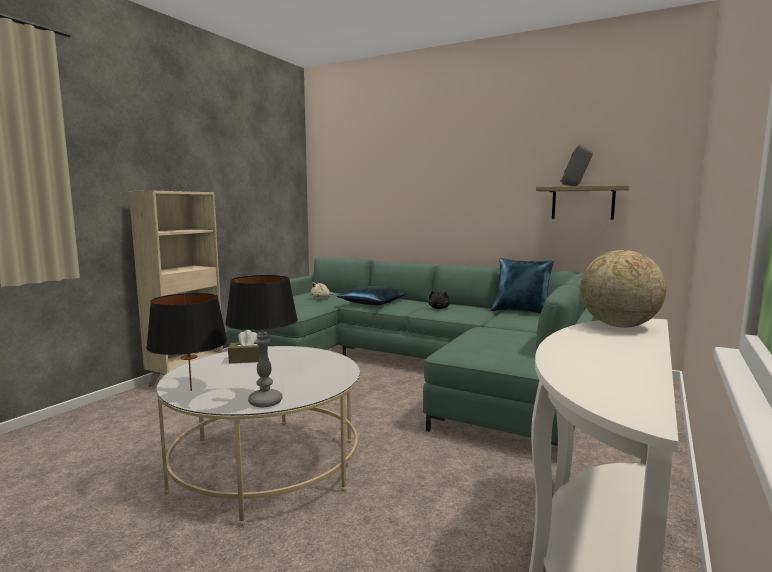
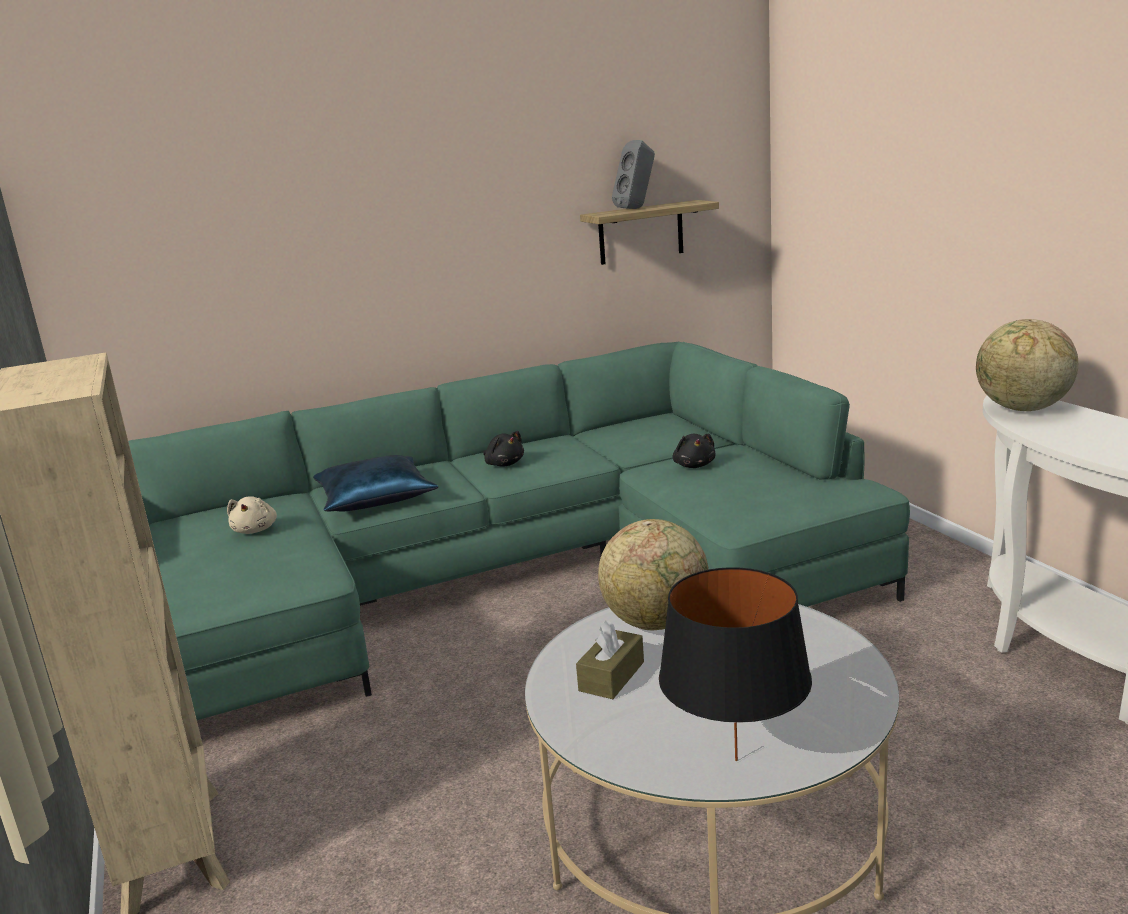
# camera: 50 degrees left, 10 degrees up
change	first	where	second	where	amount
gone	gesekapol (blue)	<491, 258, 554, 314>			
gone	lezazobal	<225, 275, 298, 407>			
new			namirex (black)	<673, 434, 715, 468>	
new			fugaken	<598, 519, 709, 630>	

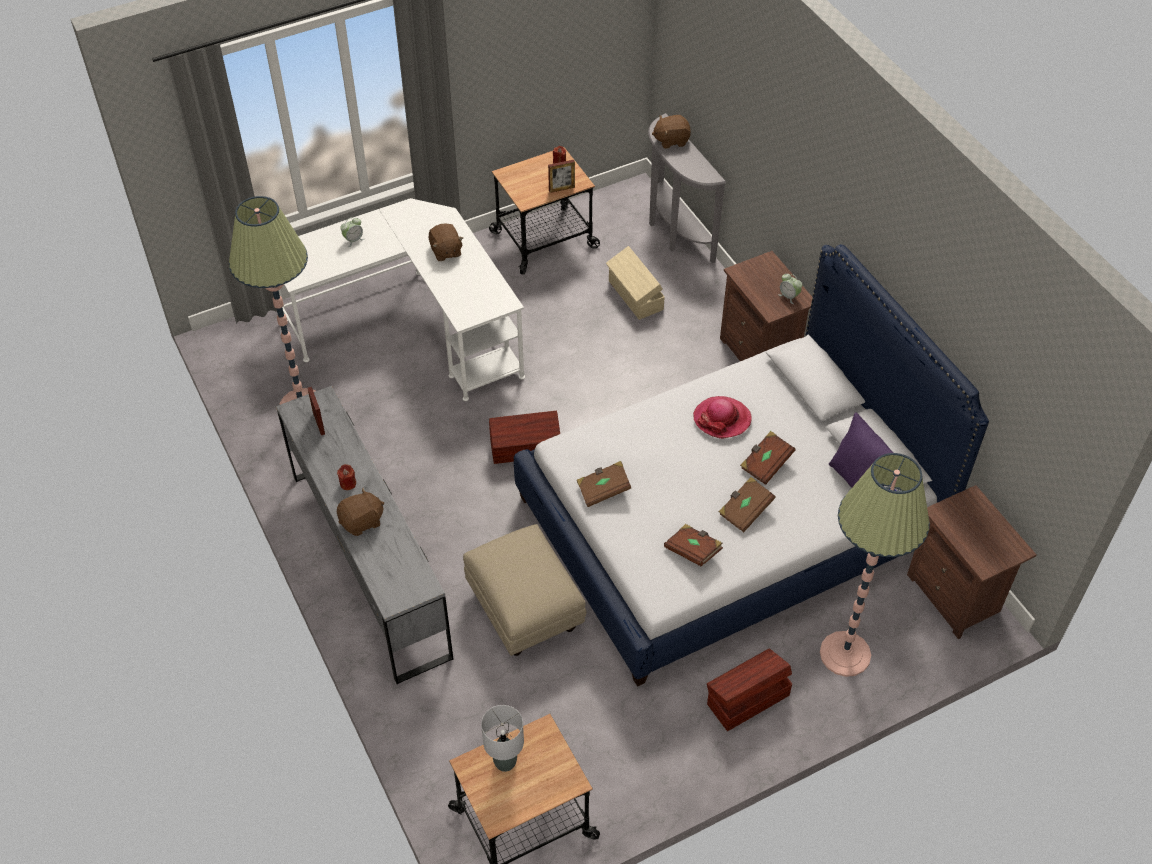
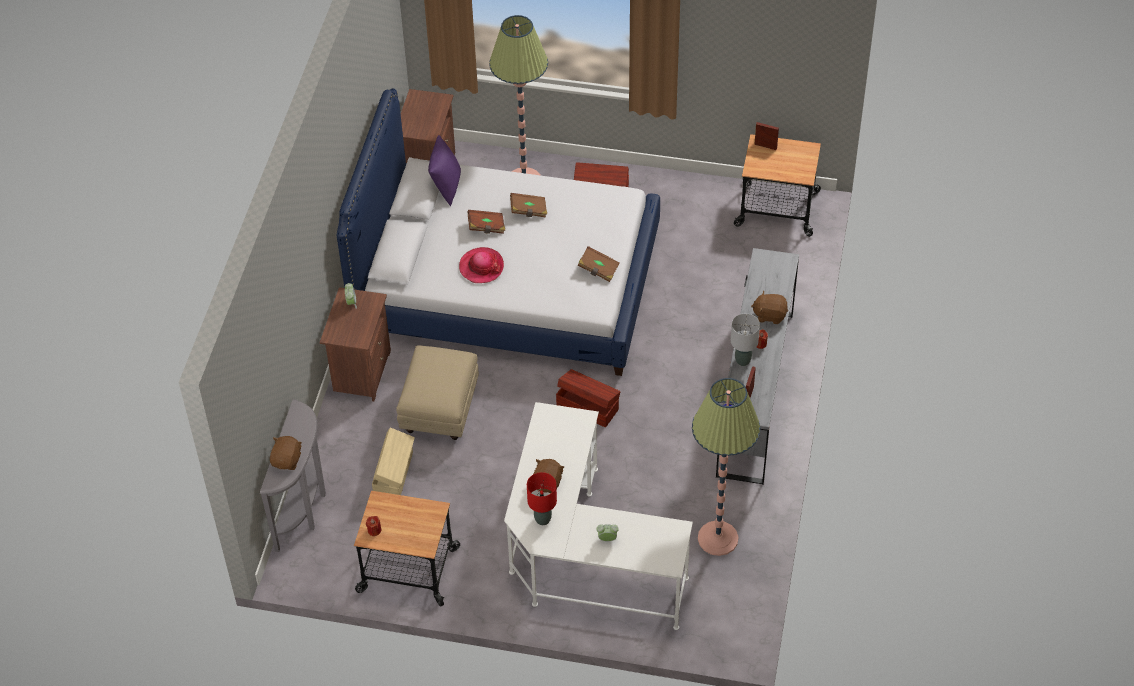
# camera: 140 degrees left, 0 degrees up
change	first	where	second	where	amount
rotated	namirex (brown)	<652, 115, 691, 149>		<270, 436, 302, 470>	105 degrees counterclockwise
shifted	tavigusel	<548, 160, 575, 193>		<754, 122, 779, 150>	
shifted	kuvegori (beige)	<463, 524, 587, 656>		<396, 345, 479, 440>	
gone	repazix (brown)	<664, 524, 723, 567>			
shifted	lezazobal (grey)	<481, 705, 524, 772>		<731, 314, 760, 366>	
new			lezazobal (red)	<527, 472, 557, 525>	

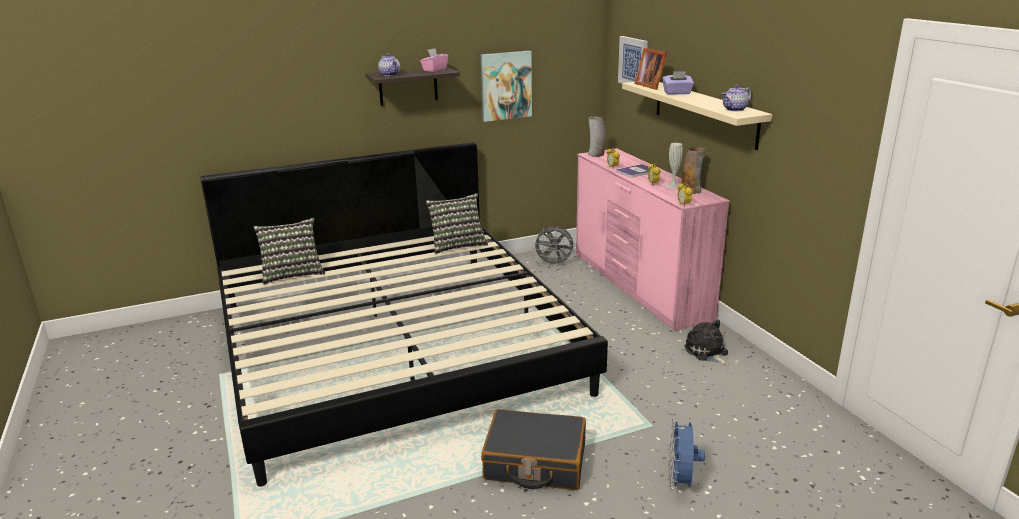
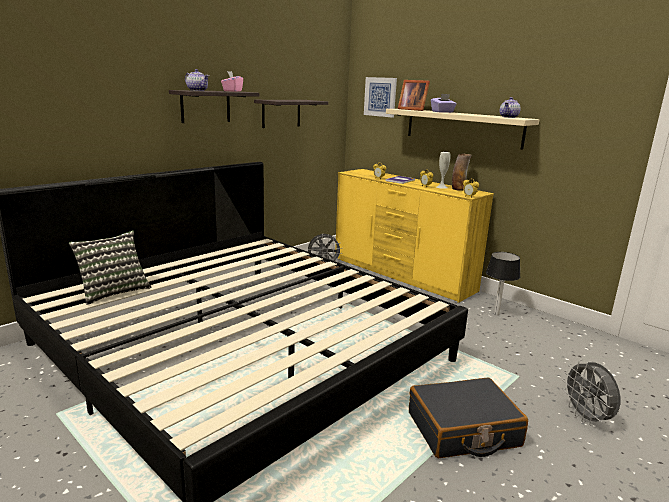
# camera: 25 degrees left, 5 degrees down
change	first	where	second	where	amount
swapped	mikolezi	<481, 51, 532, 122>	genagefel	<254, 100, 328, 128>	
gone	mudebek	<588, 116, 606, 157>			
repainted	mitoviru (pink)	<576, 148, 730, 331>	mitoviru (yellow)	<335, 169, 494, 303>	
gone	gesekapol	<426, 193, 488, 254>			
swapped	namirex	<685, 319, 729, 365>	lezazobal	<486, 252, 520, 315>	
repainted	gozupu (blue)	<668, 417, 705, 490>	gozupu (grey)	<562, 360, 620, 426>	

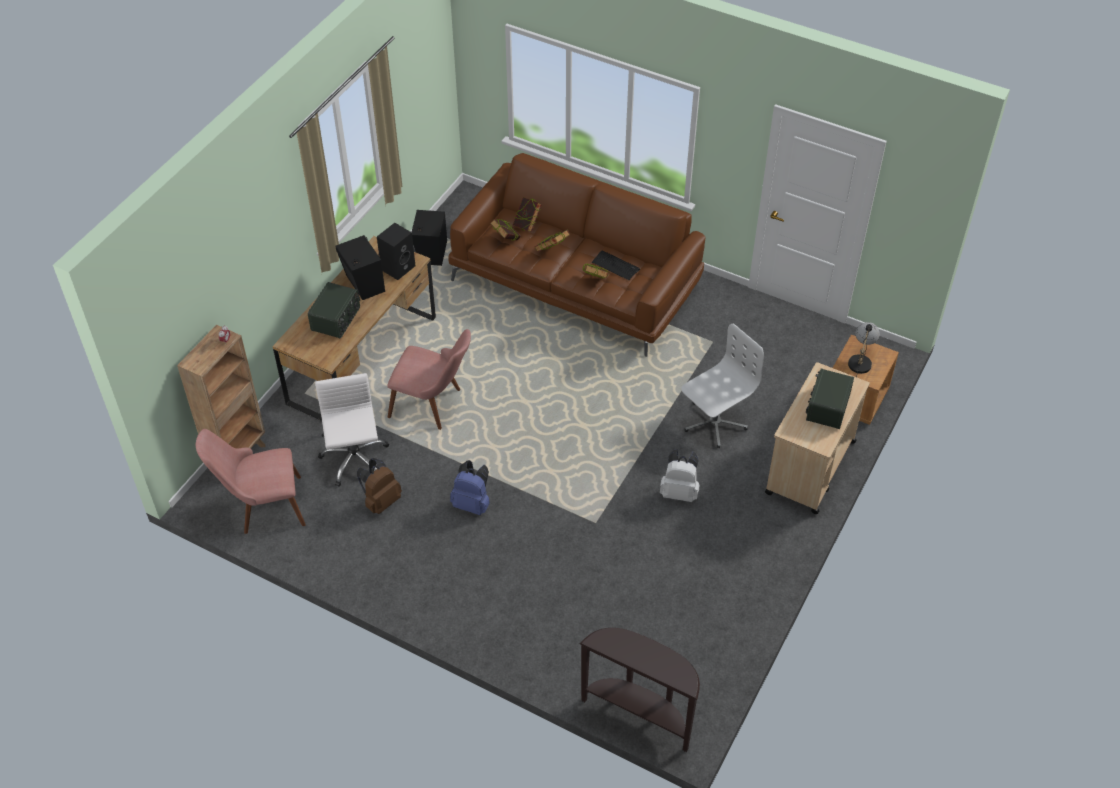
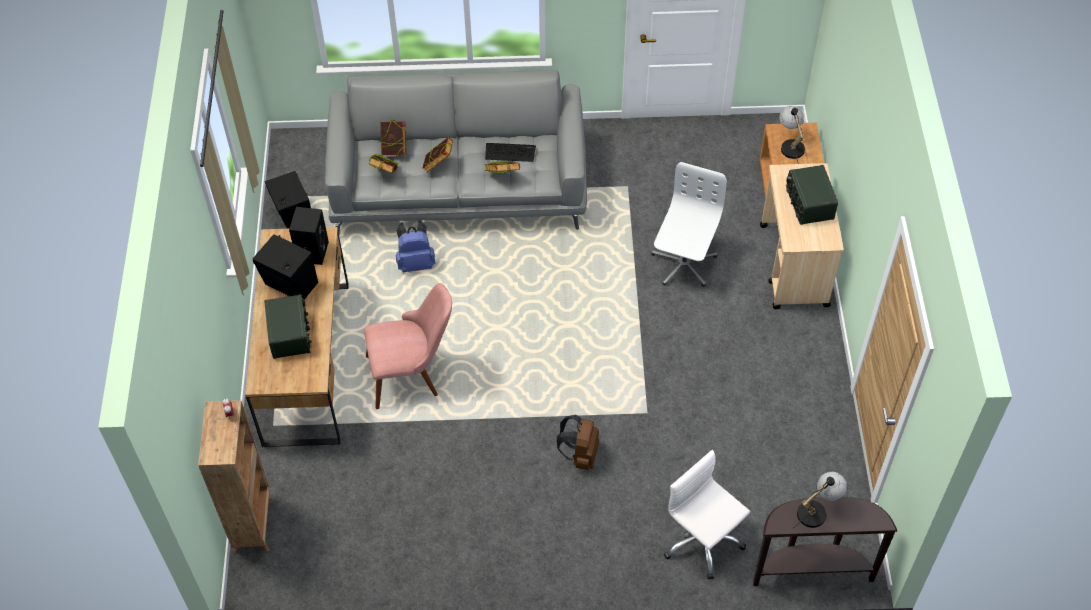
# camera: 30 degrees left, 5 degrees up
change	first	where	second	where	amount
repainted	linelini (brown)	<448, 153, 706, 357>	linelini (grey)	<325, 70, 587, 233>	
shifted	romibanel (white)	<315, 373, 389, 487>		<664, 450, 750, 580>	
gone	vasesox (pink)	<196, 429, 306, 534>			
gone	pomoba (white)	<660, 449, 699, 502>			
shifted	pomoba (brown)	<357, 458, 402, 514>		<557, 415, 599, 470>	
shifted	pomoba (blue)	<450, 460, 490, 515>		<396, 220, 435, 272>	
new			lezazobal	<792, 472, 847, 529>	

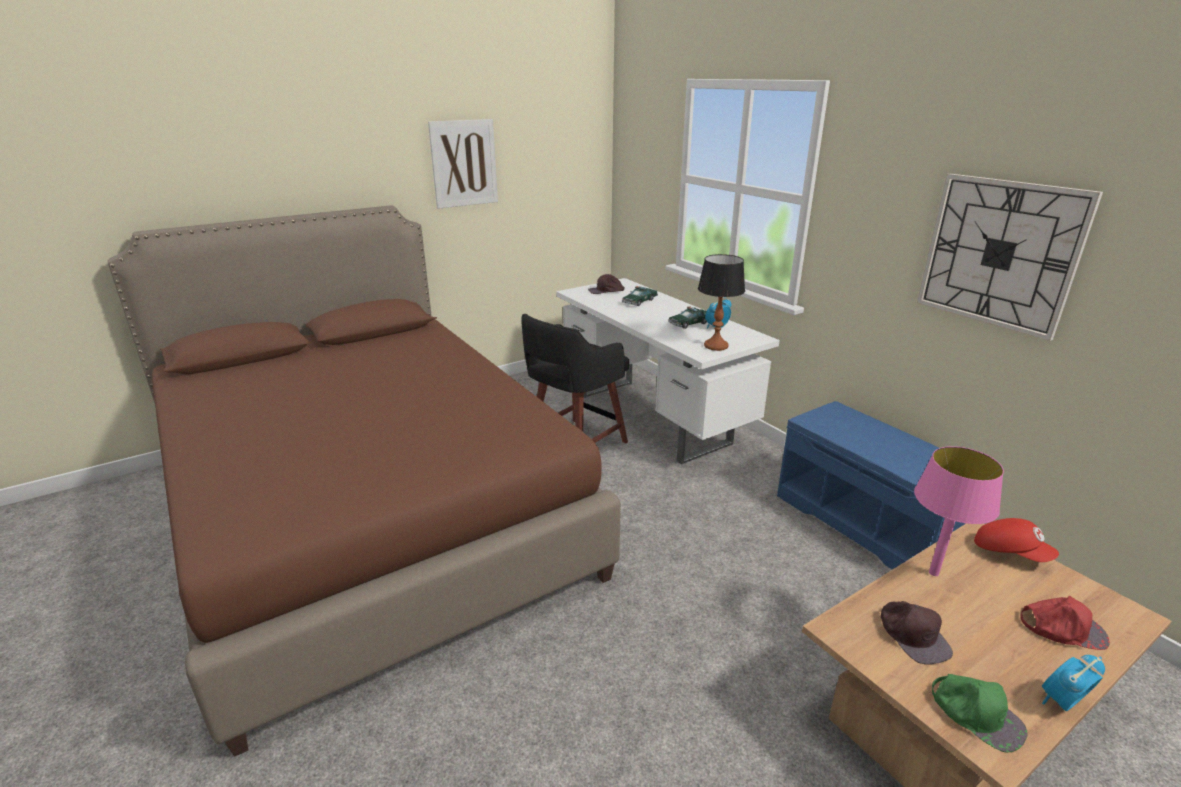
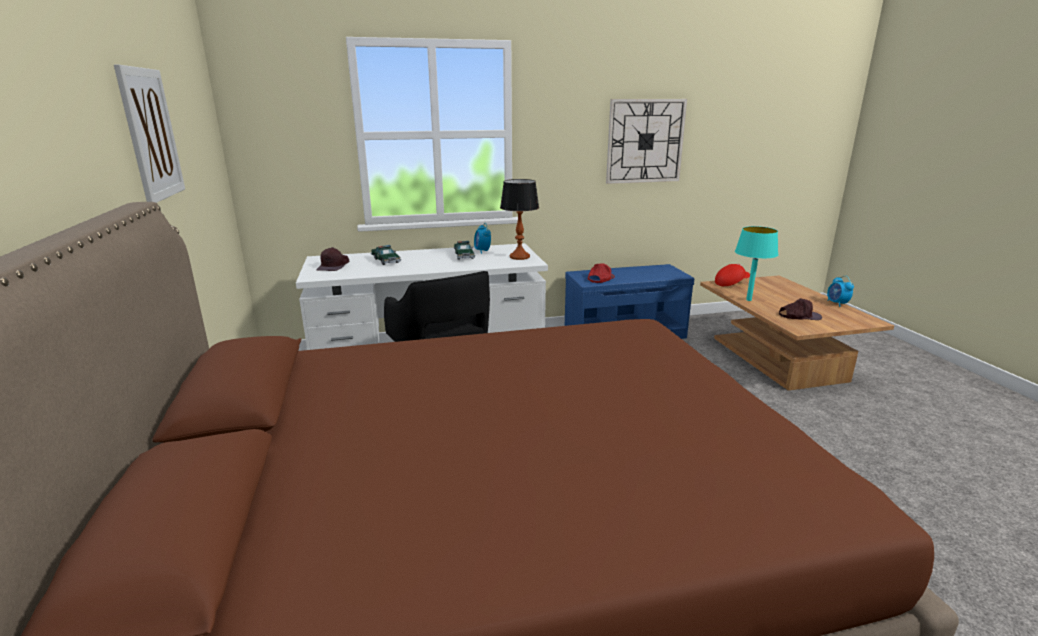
# camera: 70 degrees left, 5 degrees down
change	first	where	second	where	amount
repainted	lezazobal (pink)	<914, 446, 1004, 576>	lezazobal (turquoise)	<735, 226, 778, 301>	
shifted	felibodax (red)	<1021, 596, 1110, 650>		<588, 264, 615, 283>	
gone	felibodax (green)	<932, 674, 1027, 753>			

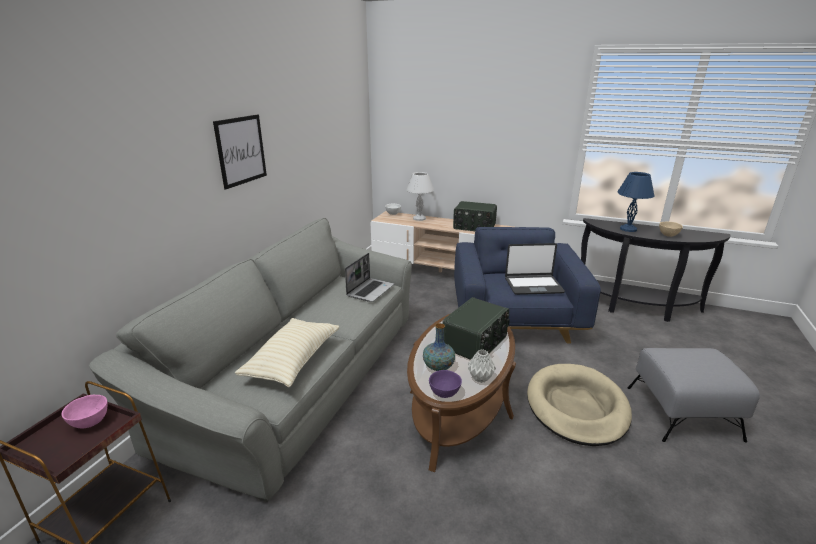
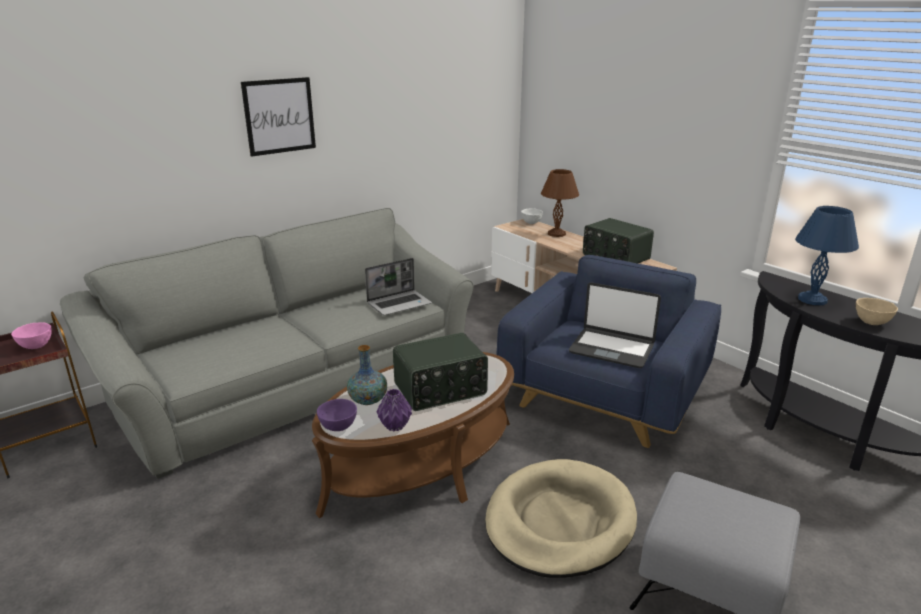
# camera: 30 degrees right, 0 degrees up
change	first	where	second	where	amount
repainted	lezazobal (white)	<406, 172, 434, 221>	lezazobal (brown)	<541, 169, 579, 237>	
gone	gesekapol (beige)	<235, 318, 339, 387>			
repainted	mudebek (grey)	<468, 350, 496, 383>	mudebek (purple)	<376, 389, 412, 431>	

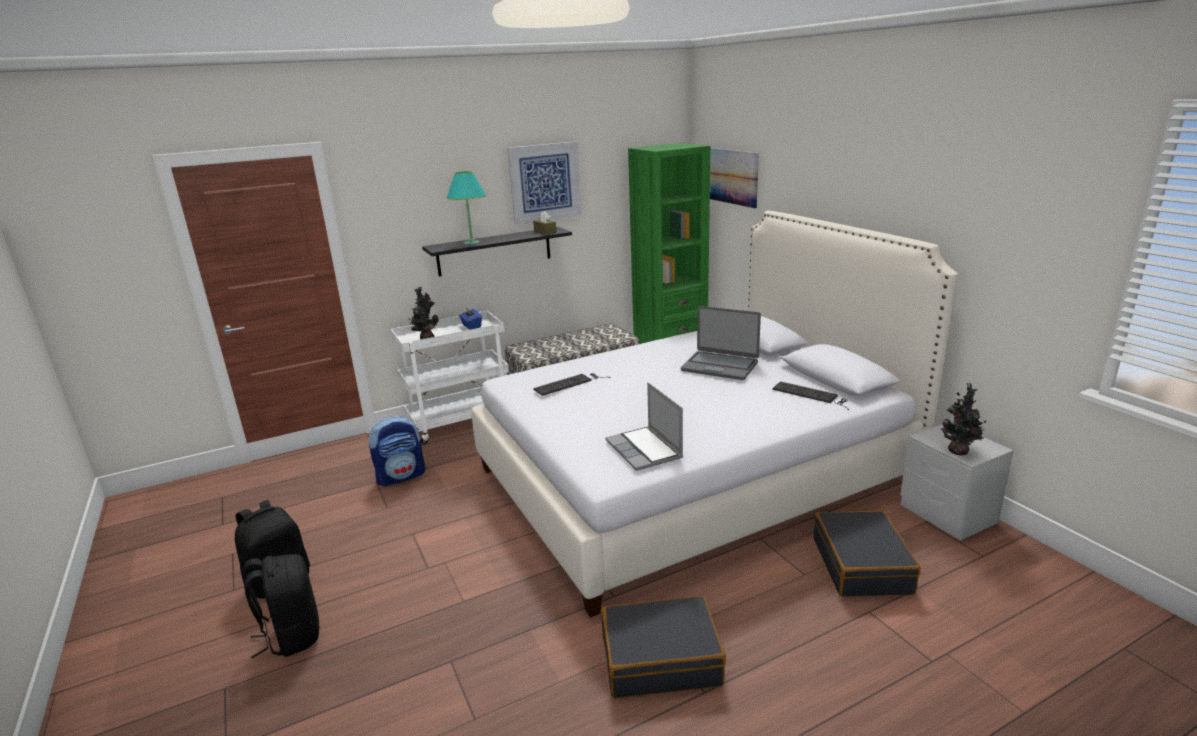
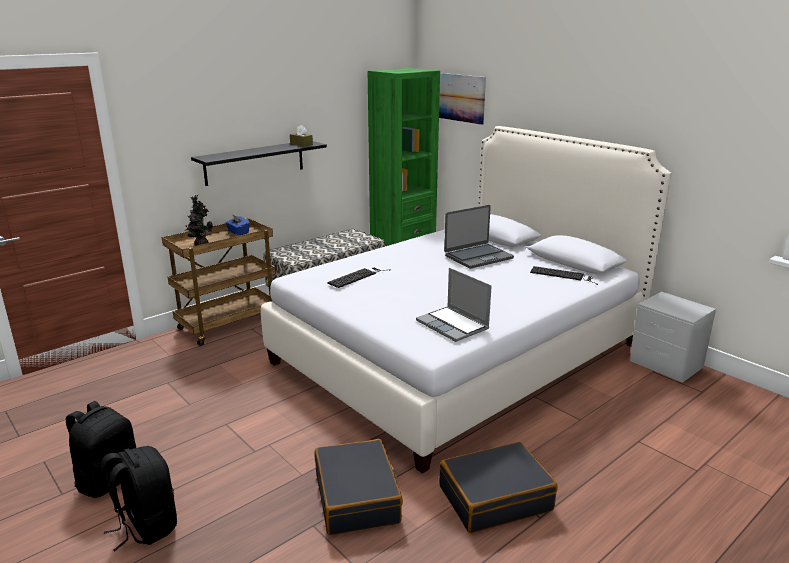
# camera: 15 degrees left, 0 degrees up
change	first	where	second	where	amount
gone	mikolezi	<507, 141, 581, 224>			
gone	lezazobal (turquoise)	<447, 171, 486, 244>			
rotated	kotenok	<681, 306, 761, 380>		<444, 205, 514, 269>	45 degrees counterclockwise
repainted	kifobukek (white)	<390, 311, 509, 445>	kifobukek (brown)	<162, 218, 276, 346>	
gone	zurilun	<941, 383, 986, 455>			
gone	pomoba	<369, 416, 425, 486>			
shifted	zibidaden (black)	<813, 510, 921, 597>		<314, 439, 403, 535>	

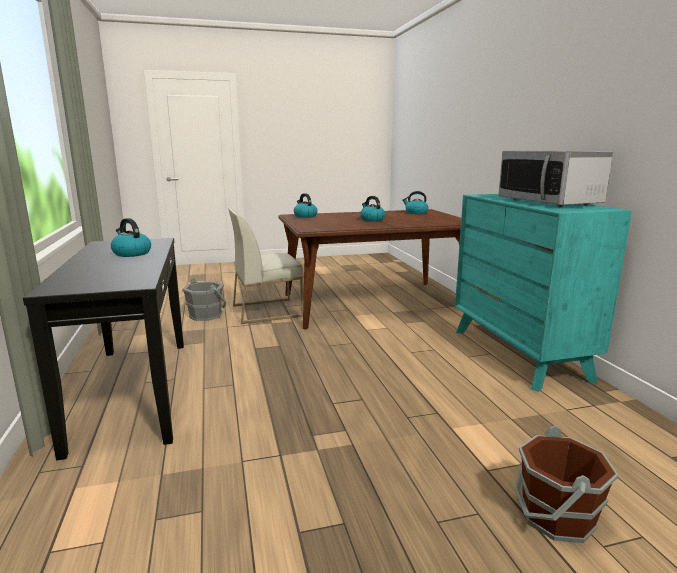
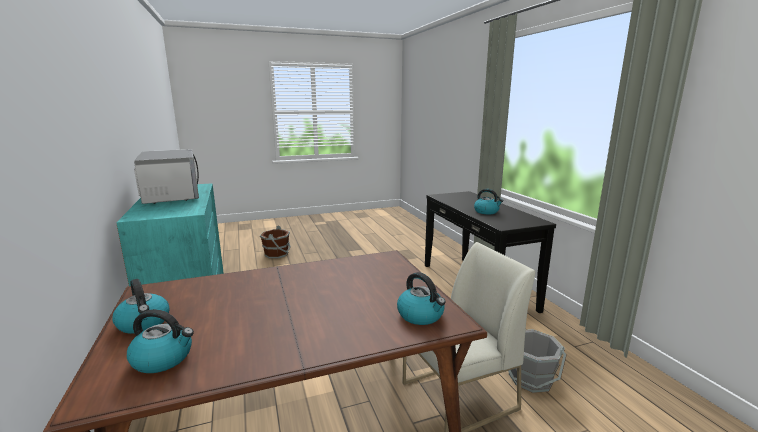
# camera: 175 degrees right, 0 degrees up
change	first	where	second	where	amount
shifted	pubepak	<360, 196, 385, 222>		<112, 279, 169, 334>	

